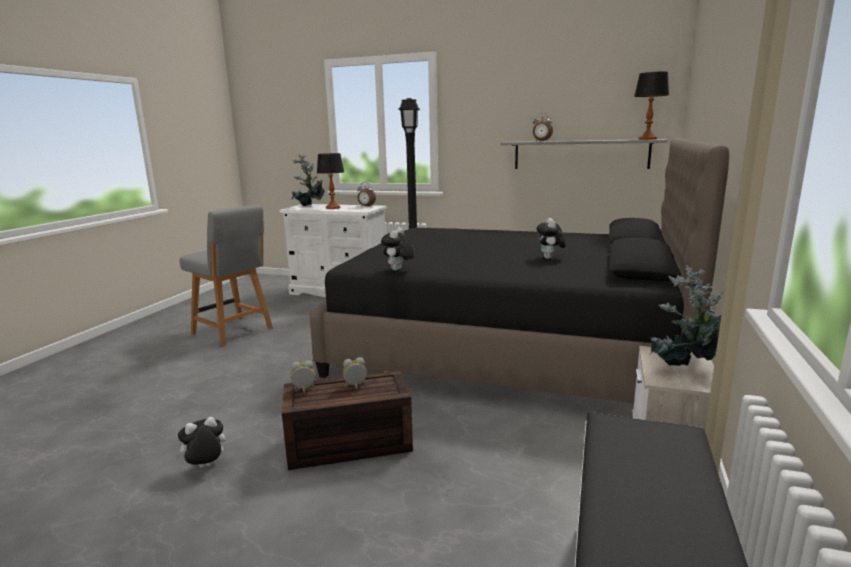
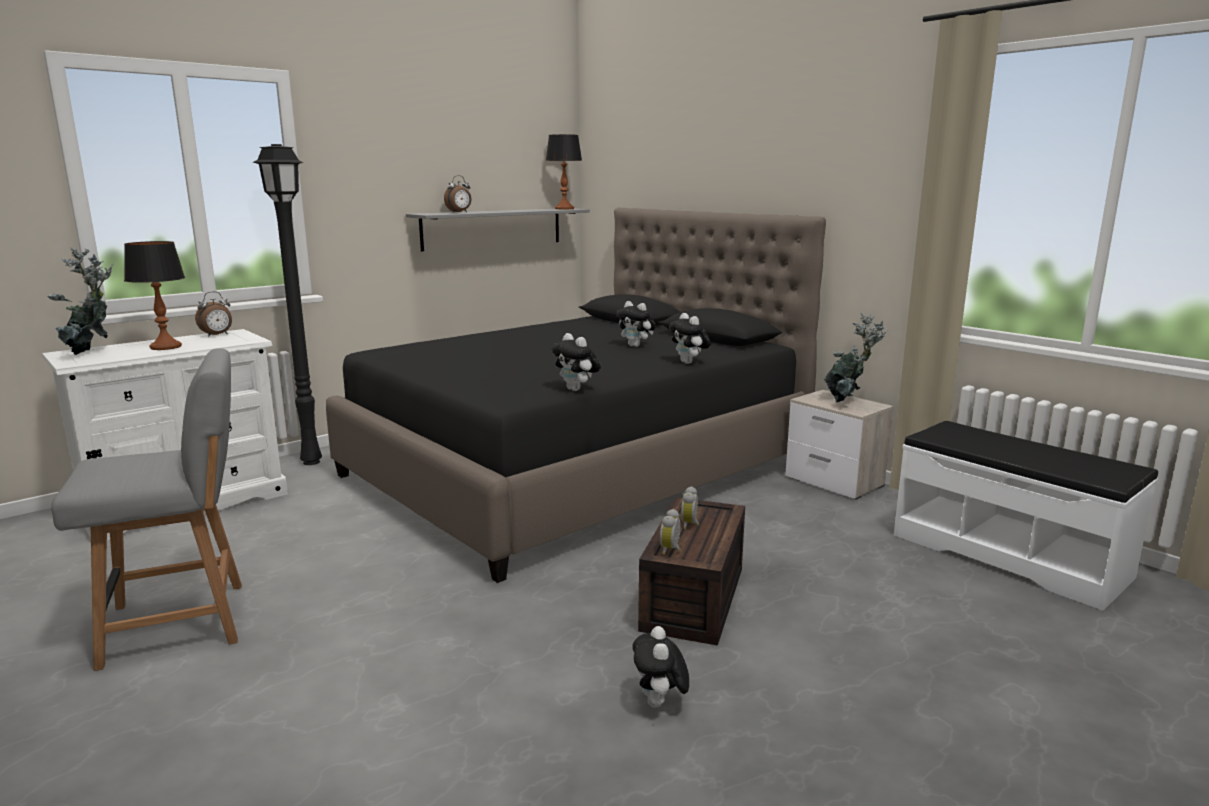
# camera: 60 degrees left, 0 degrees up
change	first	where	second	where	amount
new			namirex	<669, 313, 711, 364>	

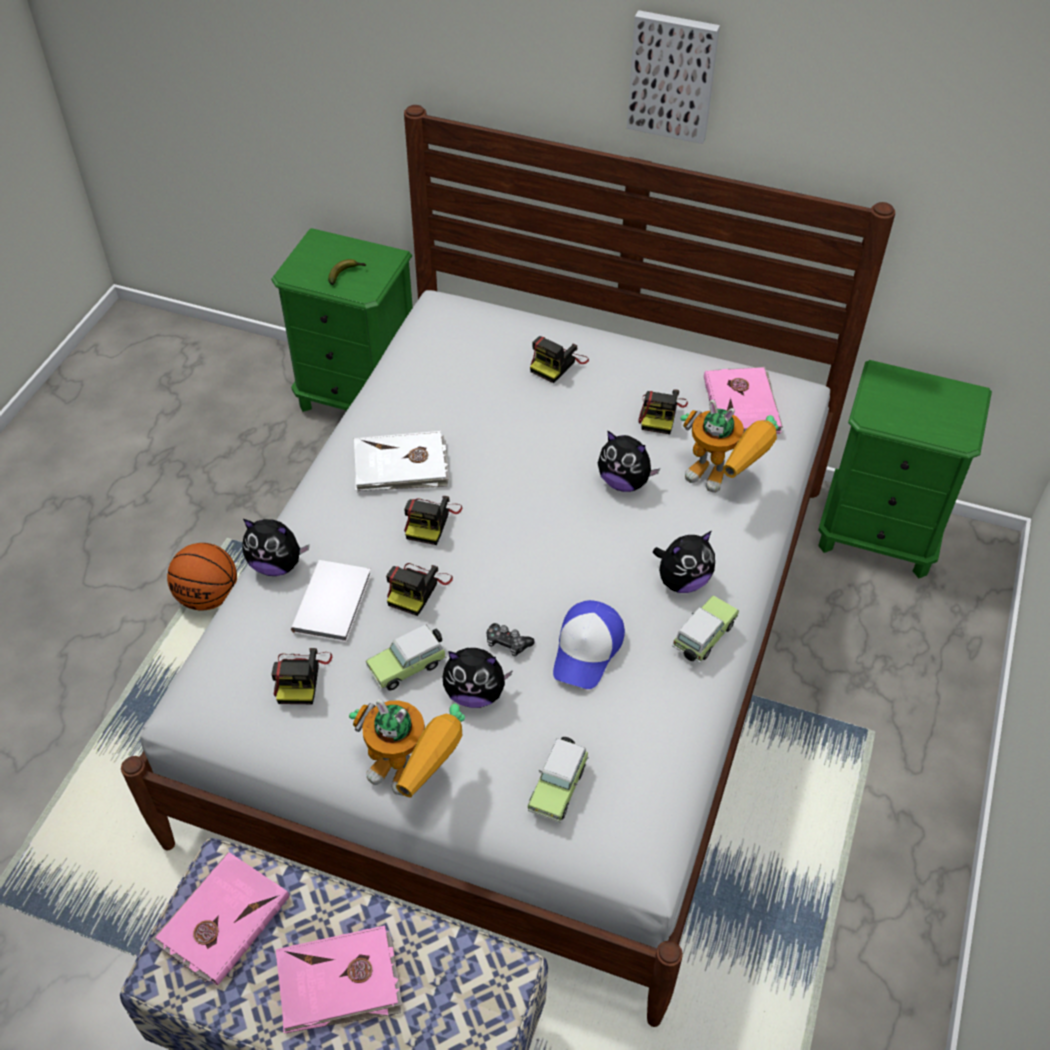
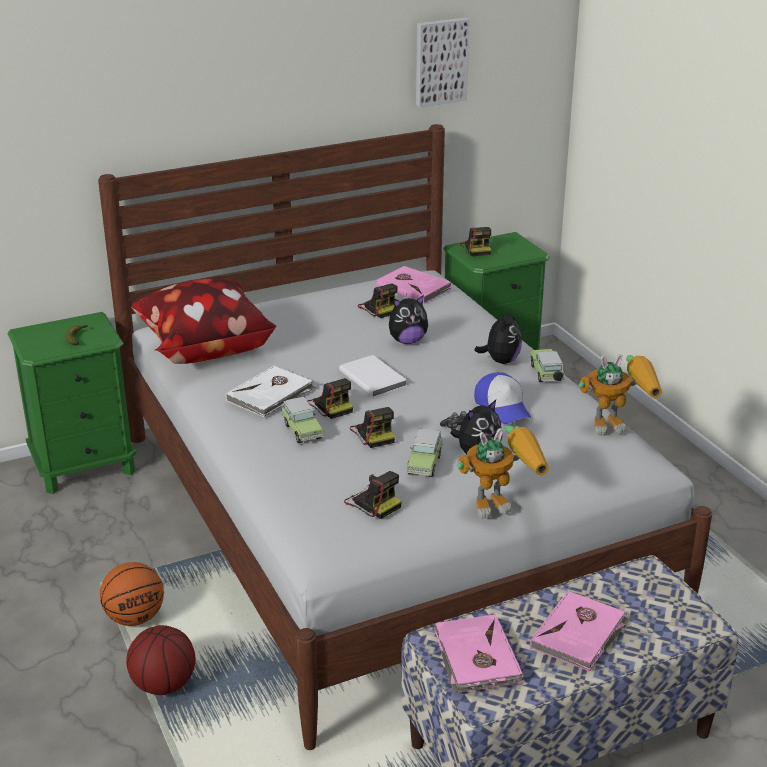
# camera: 45 degrees left, 20 degrees down
change	first	where	second	where	amount
shifted	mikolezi	<627, 10, 720, 144>		<416, 18, 470, 107>	
shifted	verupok	<530, 336, 589, 383>		<460, 227, 491, 256>	
shifted	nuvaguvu	<680, 400, 778, 493>		<578, 354, 662, 436>	
gone	namirex	<242, 519, 309, 576>			
shifted	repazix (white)	<291, 560, 371, 643>		<339, 355, 407, 397>	
shifted	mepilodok	<528, 737, 589, 823>		<282, 397, 323, 444>	
new			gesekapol	<131, 278, 276, 364>	
new			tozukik	<126, 625, 196, 695>	

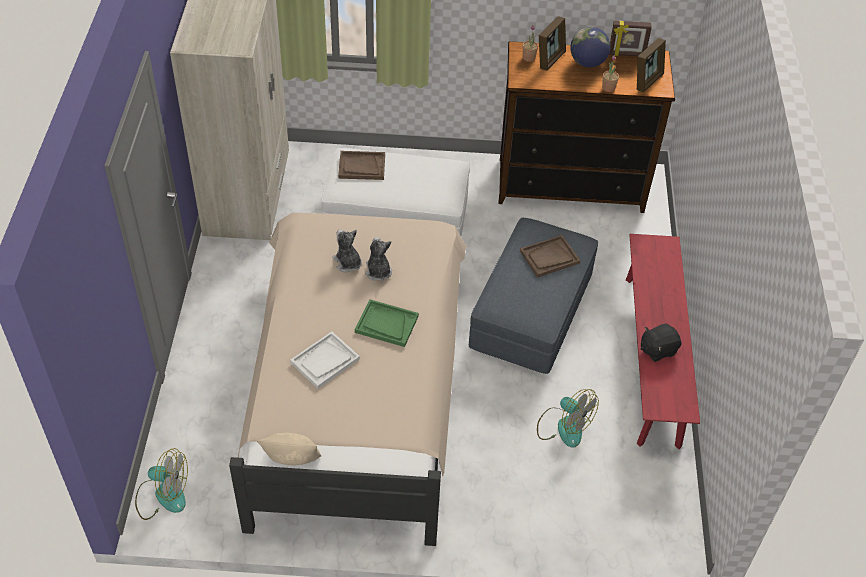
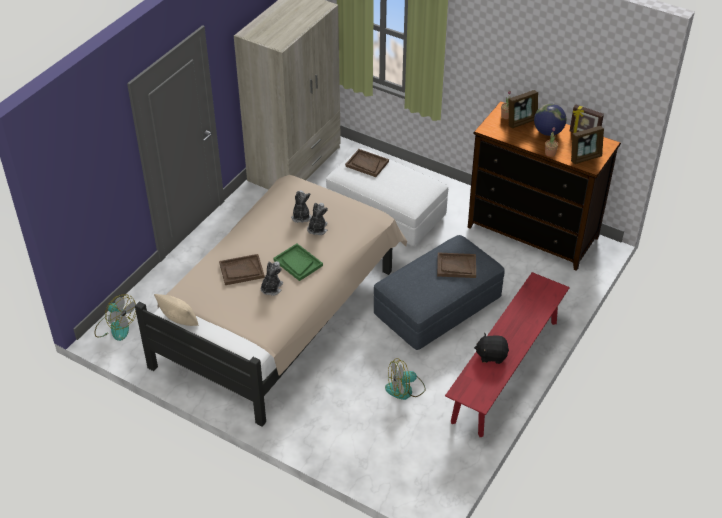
# camera: 30 degrees right, 5 degrees down
change	first	where	second	where	amount
repainted	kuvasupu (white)	<290, 332, 360, 389>	kuvasupu (brown)	<219, 254, 265, 285>	
rotated	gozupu	<537, 389, 599, 448>		<385, 358, 426, 400>	90 degrees clockwise
new			namirex	<261, 261, 283, 296>	

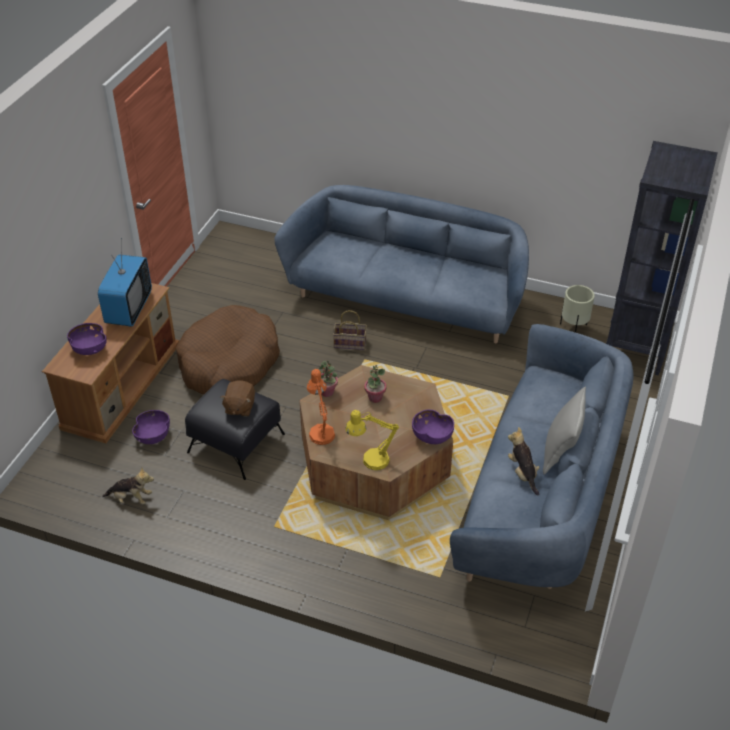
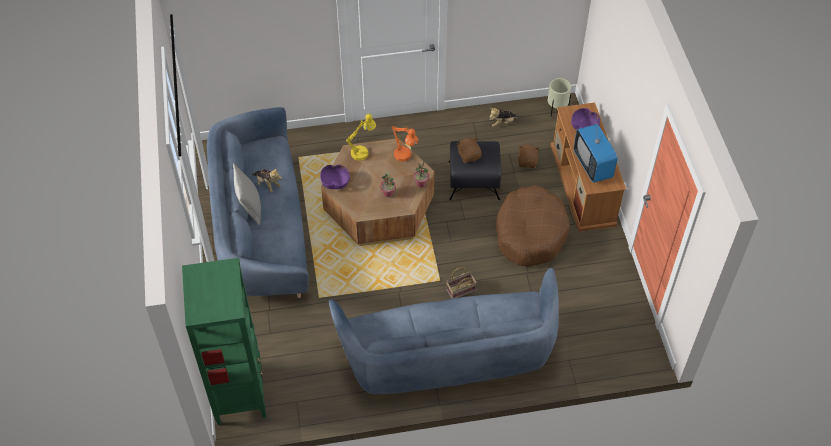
# camera: 150 degrees right, 10 degrees up
change	first	where	second	where	amount
repainted	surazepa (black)	<606, 141, 718, 375>	surazepa (green)	<182, 258, 267, 425>	
shifted	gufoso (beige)	<560, 285, 595, 333>		<548, 78, 571, 116>	
swapped	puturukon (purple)	<132, 410, 170, 444>	namirex (brown)	<518, 144, 539, 168>	

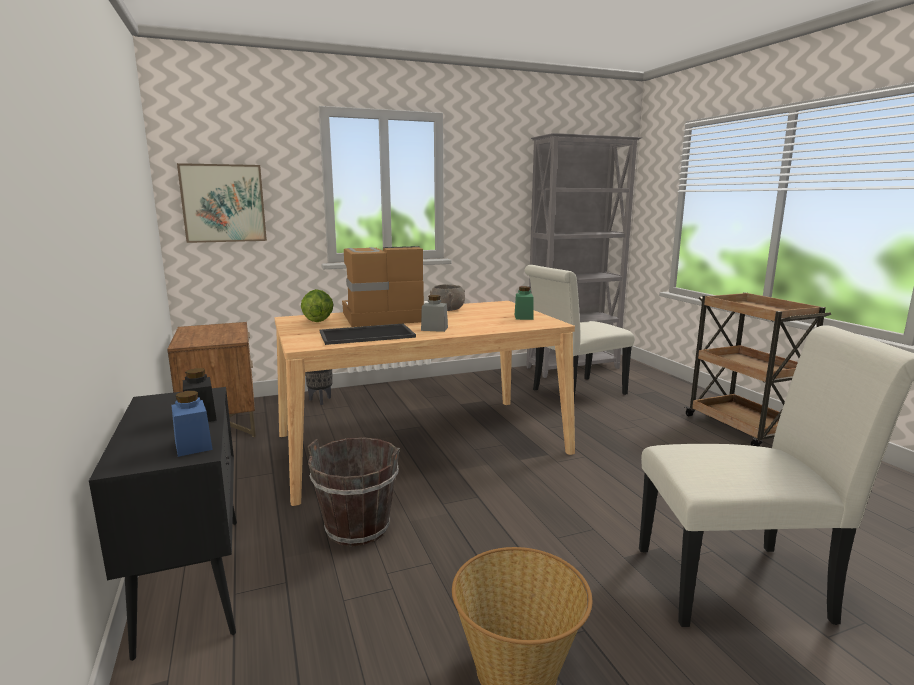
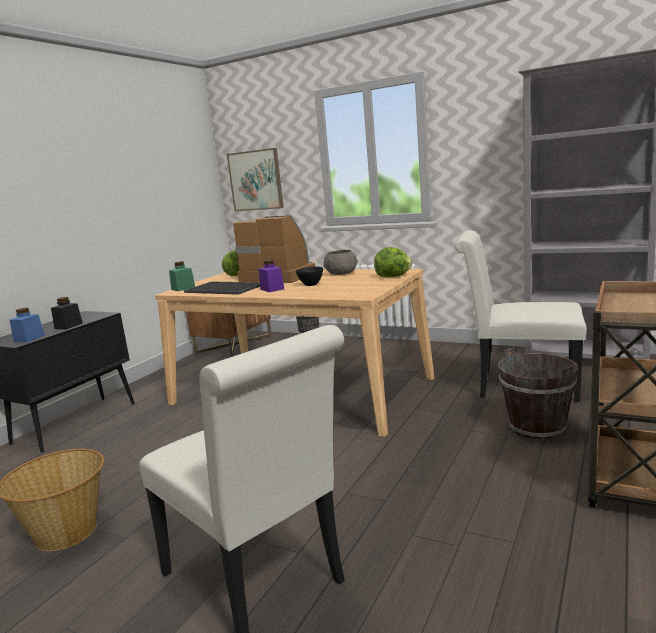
# camera: 50 degrees right, 0 degrees up
change	first	where	second	where	amount
shifted	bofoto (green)	<515, 286, 533, 320>		<169, 261, 195, 291>	
repainted	bofoto (grey)	<421, 295, 448, 332>	bofoto (purple)	<259, 260, 284, 292>	
shifted	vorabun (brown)	<308, 437, 400, 546>		<498, 347, 578, 440>	
new			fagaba	<374, 247, 412, 277>	
new			puturukon (black)	<296, 267, 323, 286>	

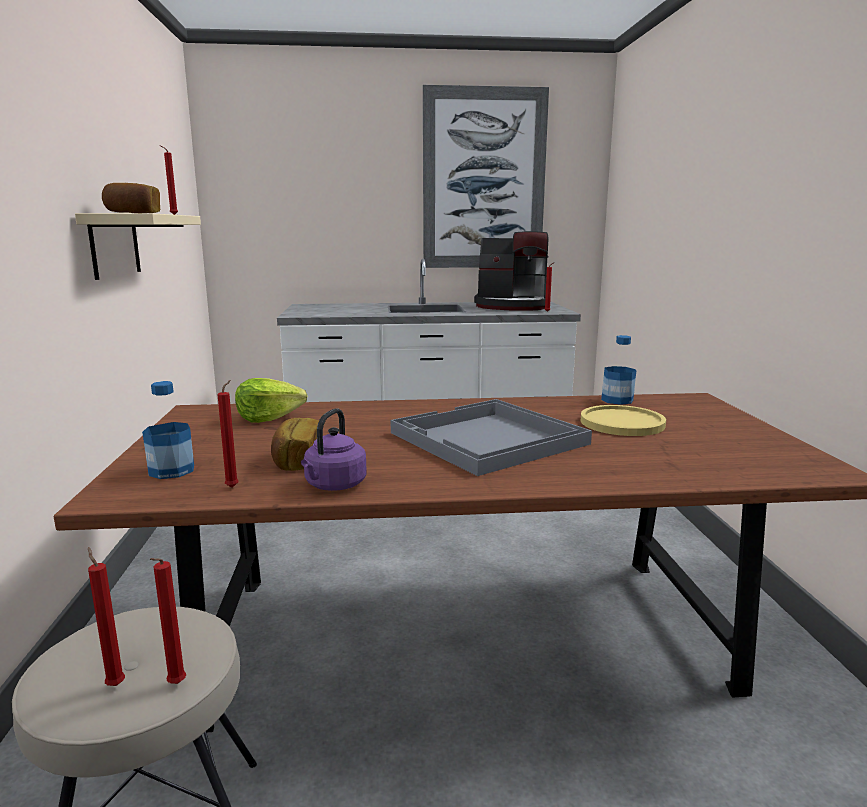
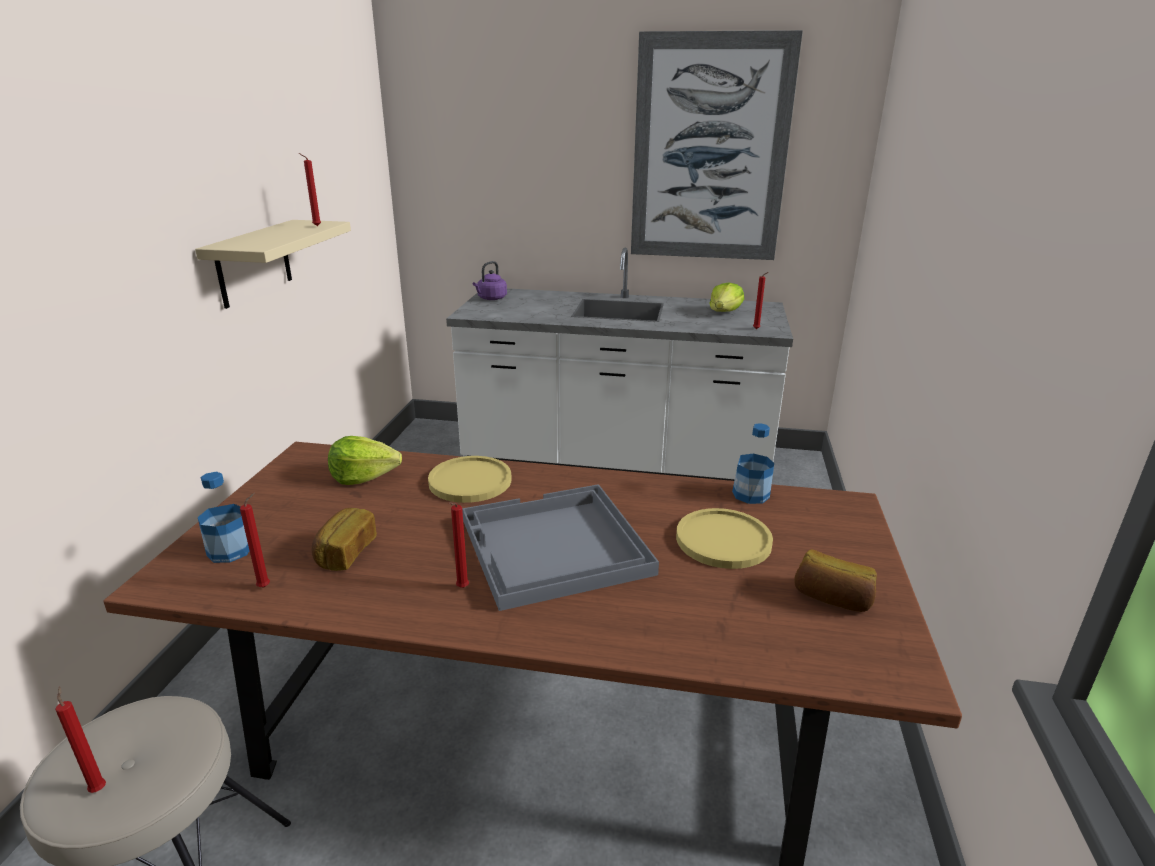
# camera: 15 degrees right, 10 degrees up
change	first	where	second	where	amount
shifted	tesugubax	<102, 183, 160, 213>		<794, 549, 877, 612>	
swapped	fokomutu	<474, 231, 548, 311>	fagaba	<709, 282, 744, 312>	
shifted	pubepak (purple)	<301, 408, 367, 491>		<473, 261, 507, 300>	
shifted	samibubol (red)	<150, 558, 186, 684>		<449, 503, 469, 588>	
new			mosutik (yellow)	<428, 456, 512, 503>	

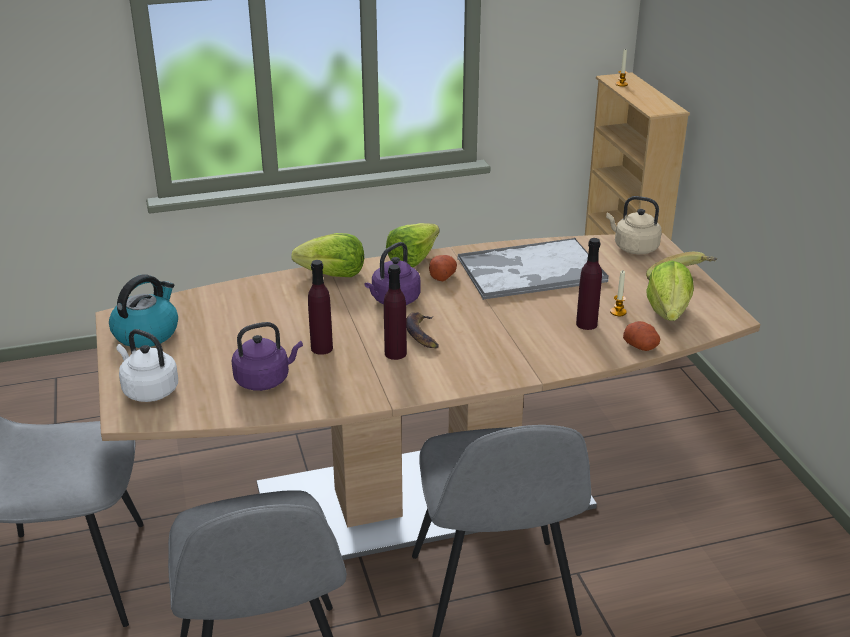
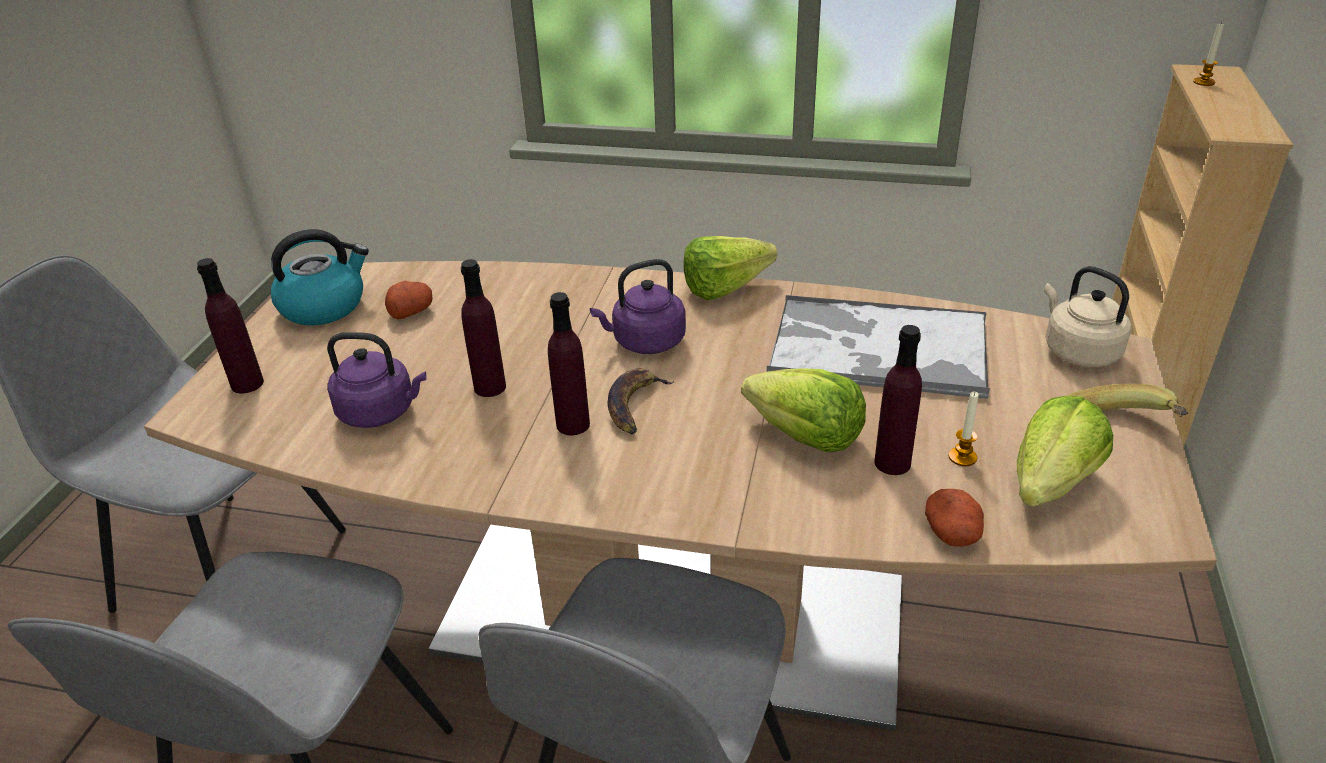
# camera: 30 degrees right, 5 degrees up
change	first	where	second	where	amount
shifted	fagaba	<291, 233, 364, 277>		<741, 368, 866, 452>	
shifted	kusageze	<429, 255, 457, 281>		<385, 281, 433, 320>	
swapped	pubepak (white)	<117, 329, 178, 402>	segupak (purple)	<197, 258, 264, 394>	

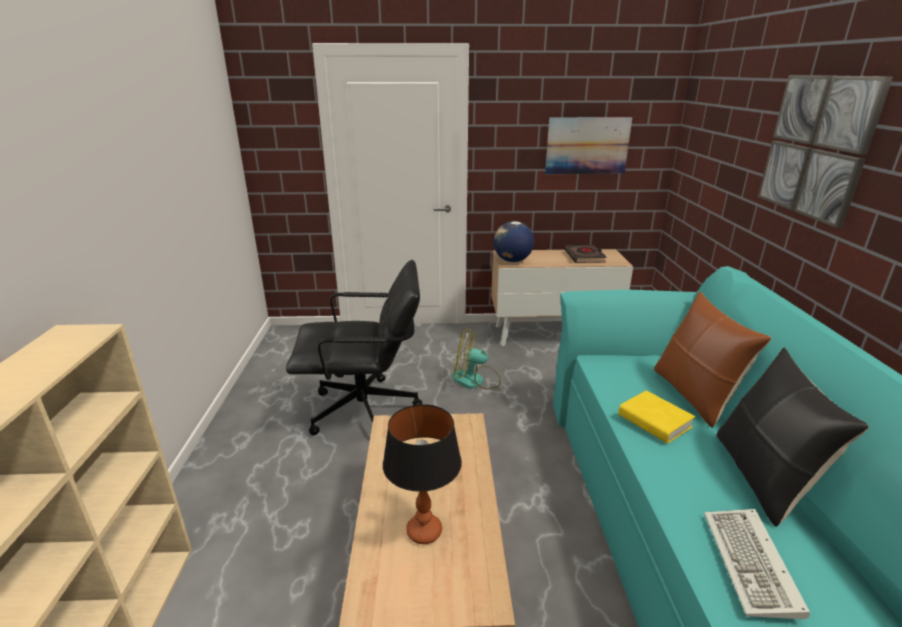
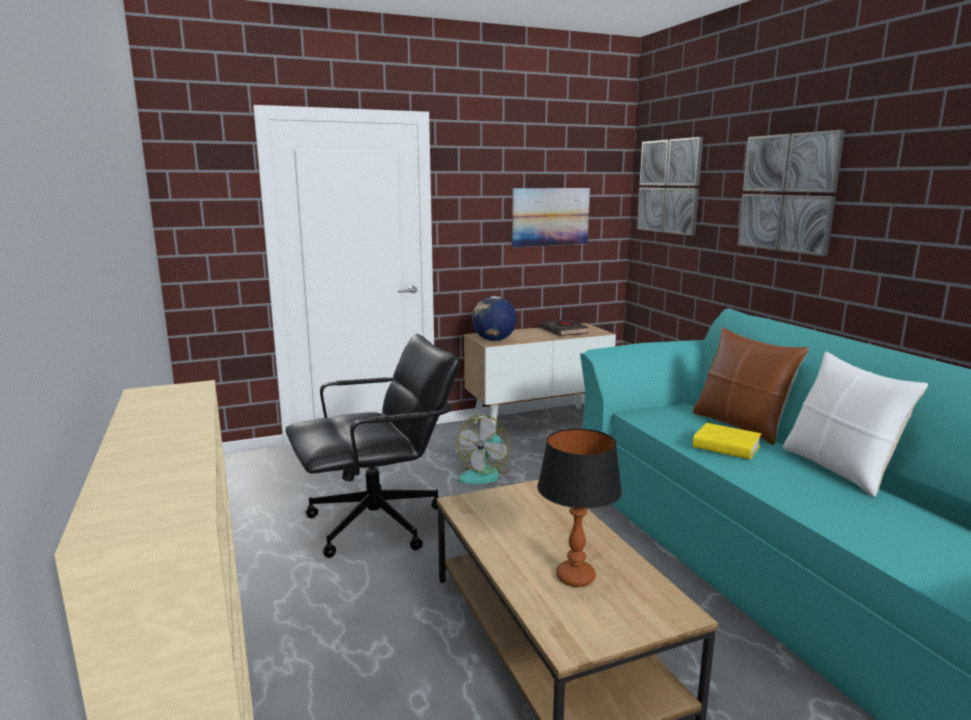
# camera: 20 degrees left, 10 degrees down
change	first	where	second	where	amount
rotated	gozupu	<452, 329, 501, 389>		<458, 415, 510, 484>	45 degrees counterclockwise
repainted	gesekapol (black)	<717, 348, 869, 527>	gesekapol (white)	<783, 352, 928, 497>	
gone	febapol	<704, 509, 810, 619>			
new			mikolezi	<637, 137, 703, 236>	

